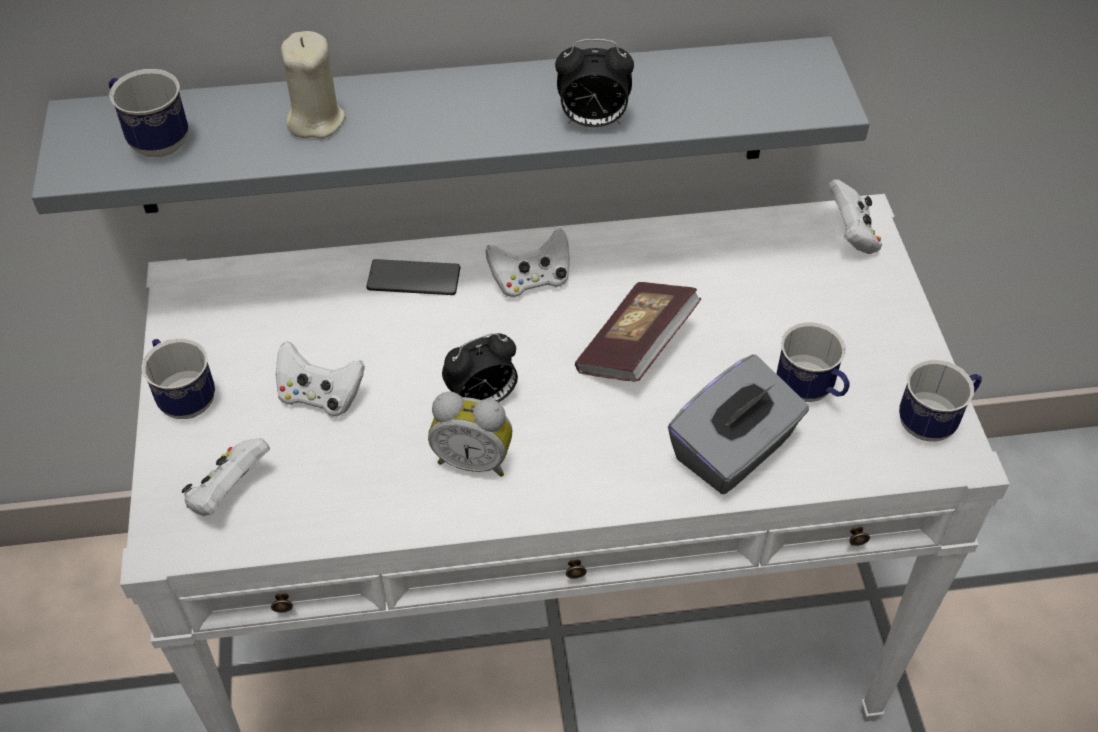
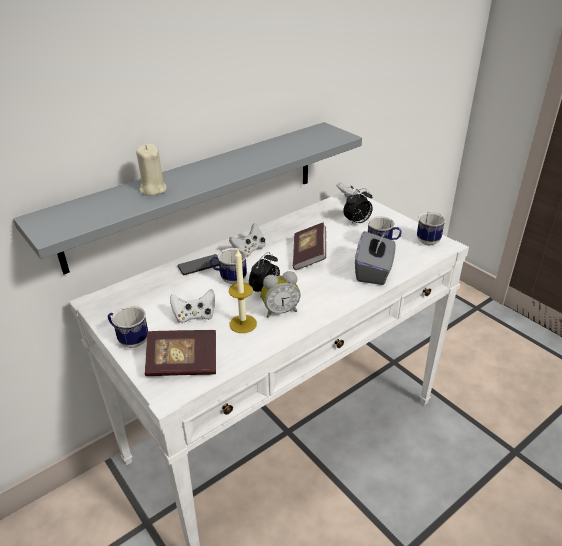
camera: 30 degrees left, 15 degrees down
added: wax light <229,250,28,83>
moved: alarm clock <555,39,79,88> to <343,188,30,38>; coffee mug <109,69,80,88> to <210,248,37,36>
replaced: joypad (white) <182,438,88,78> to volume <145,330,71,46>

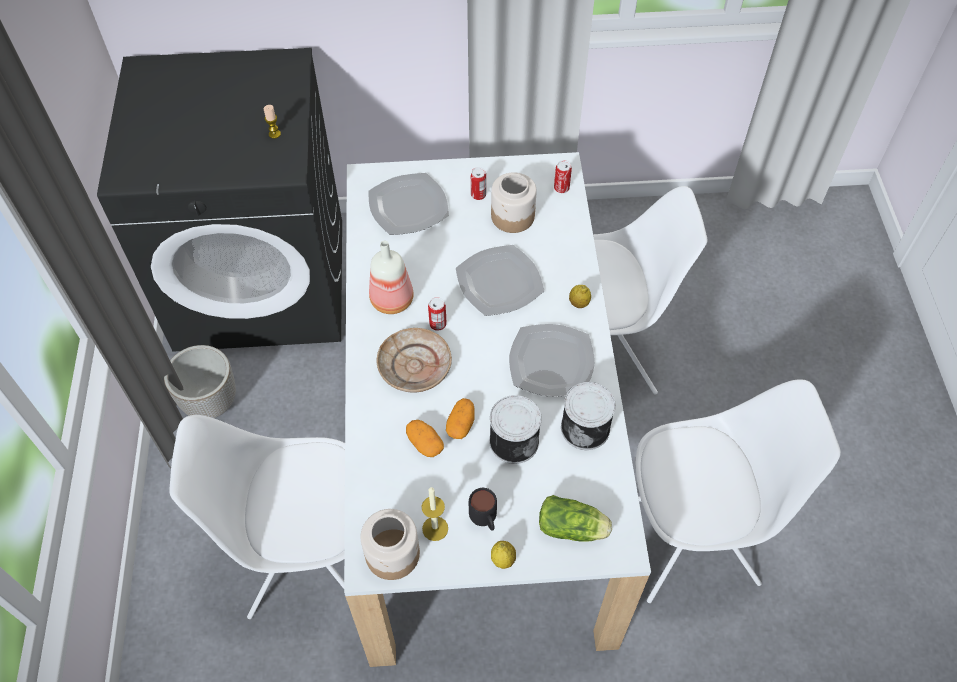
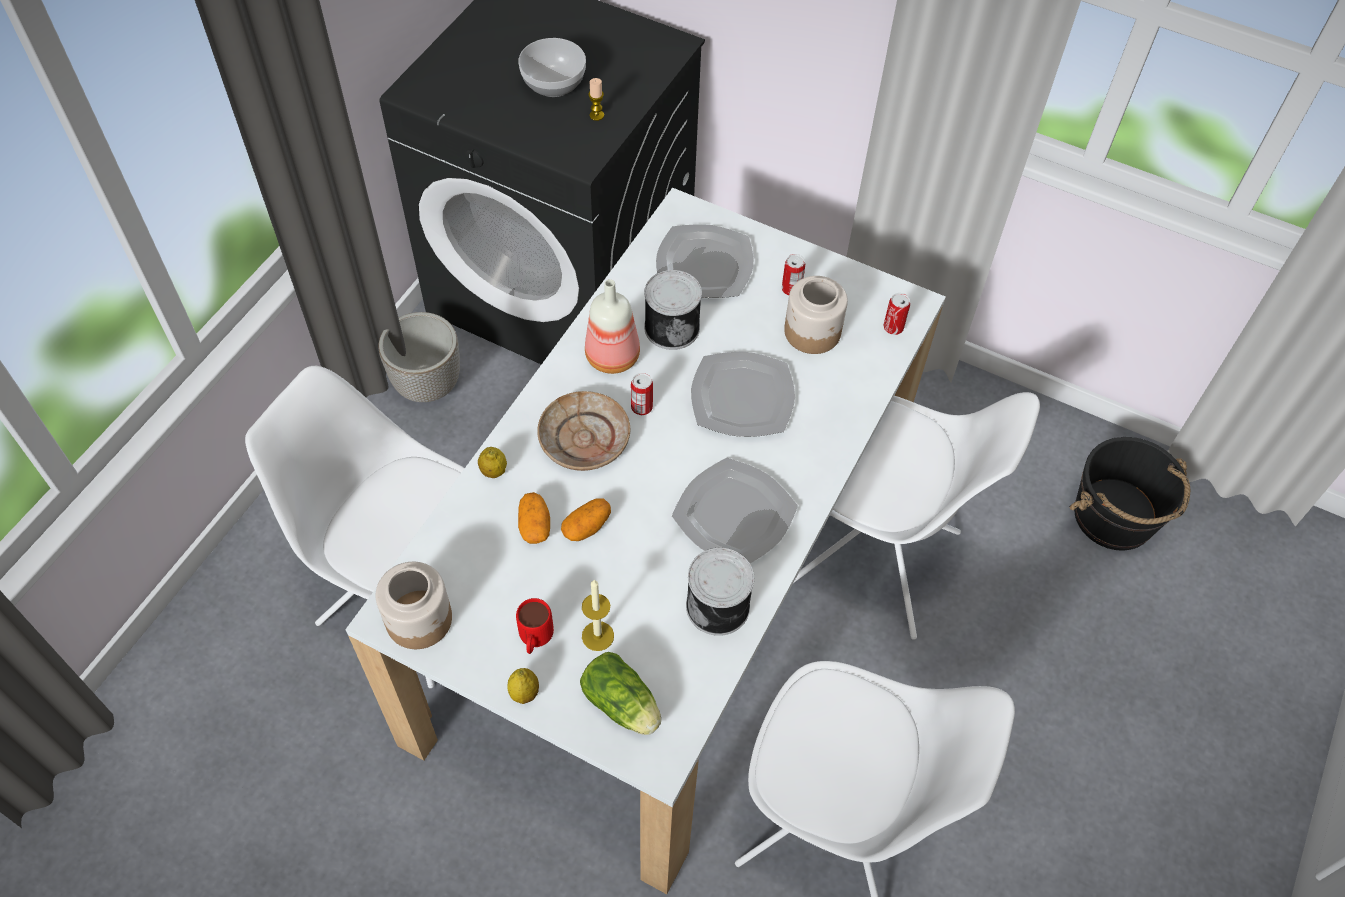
camera: 30 degrees right, 0 degrees up
added: bowl <519,38,67,59>; bucket (black-coloured) <1069,437,121,114>
moved: citrus fruit <569,285,22,23> to <478,447,29,31>; sealed can <489,395,53,69> to <644,270,58,80>; wax light <422,487,26,54> to <582,580,32,71>
recoloured: coffee mug (black-coloured) <469,488,28,43> to coffee mug (red) <516,598,38,56>

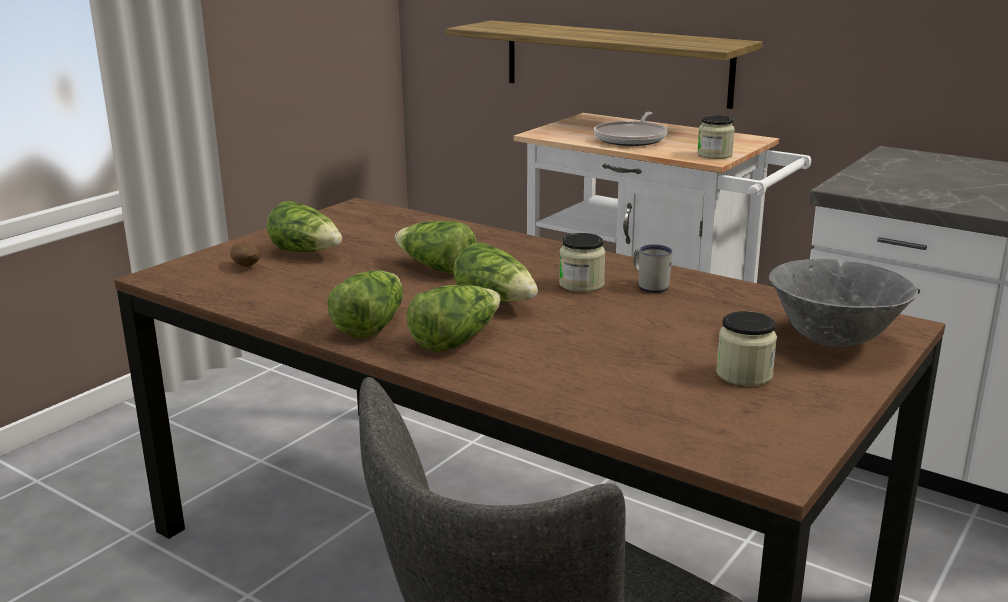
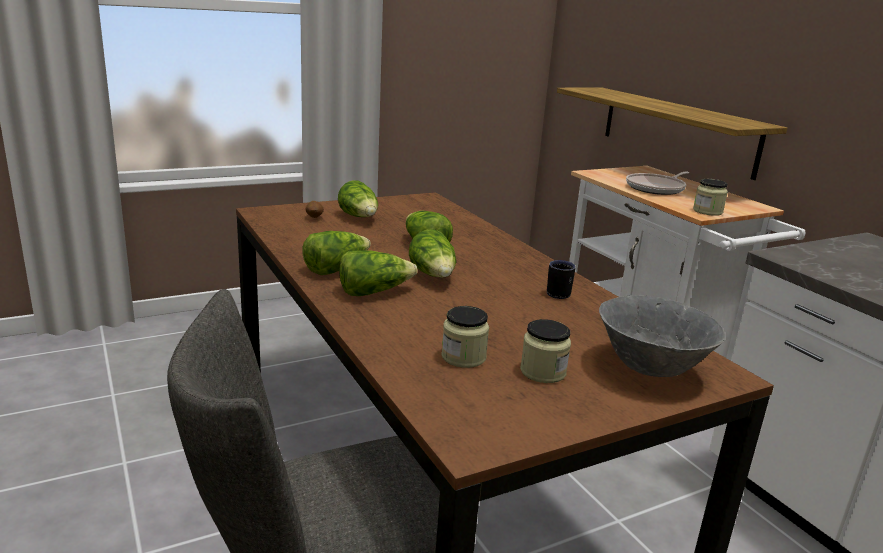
camera: 25 degrees right, 0 degrees up
moved: jar <559,233,46,59> to <441,306,48,62>
recoloured: coffee mug (white) <634,244,38,49> to coffee mug (black-coloured) <547,260,29,39>

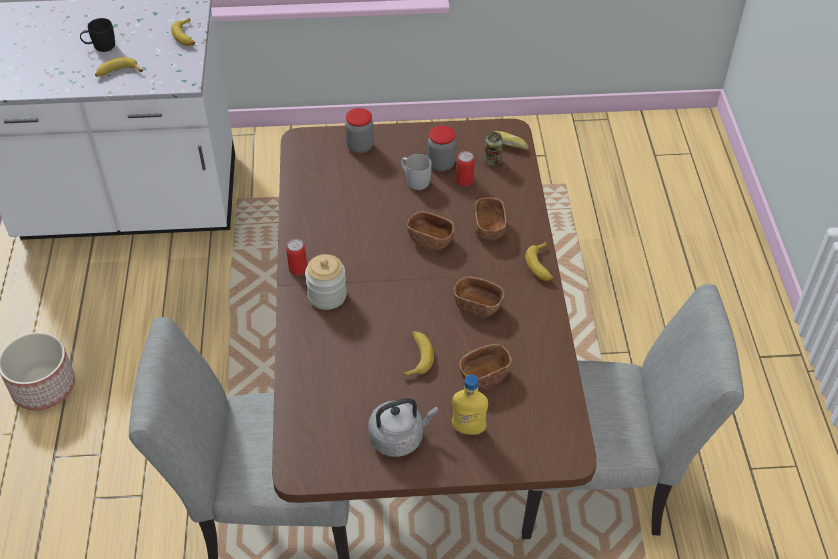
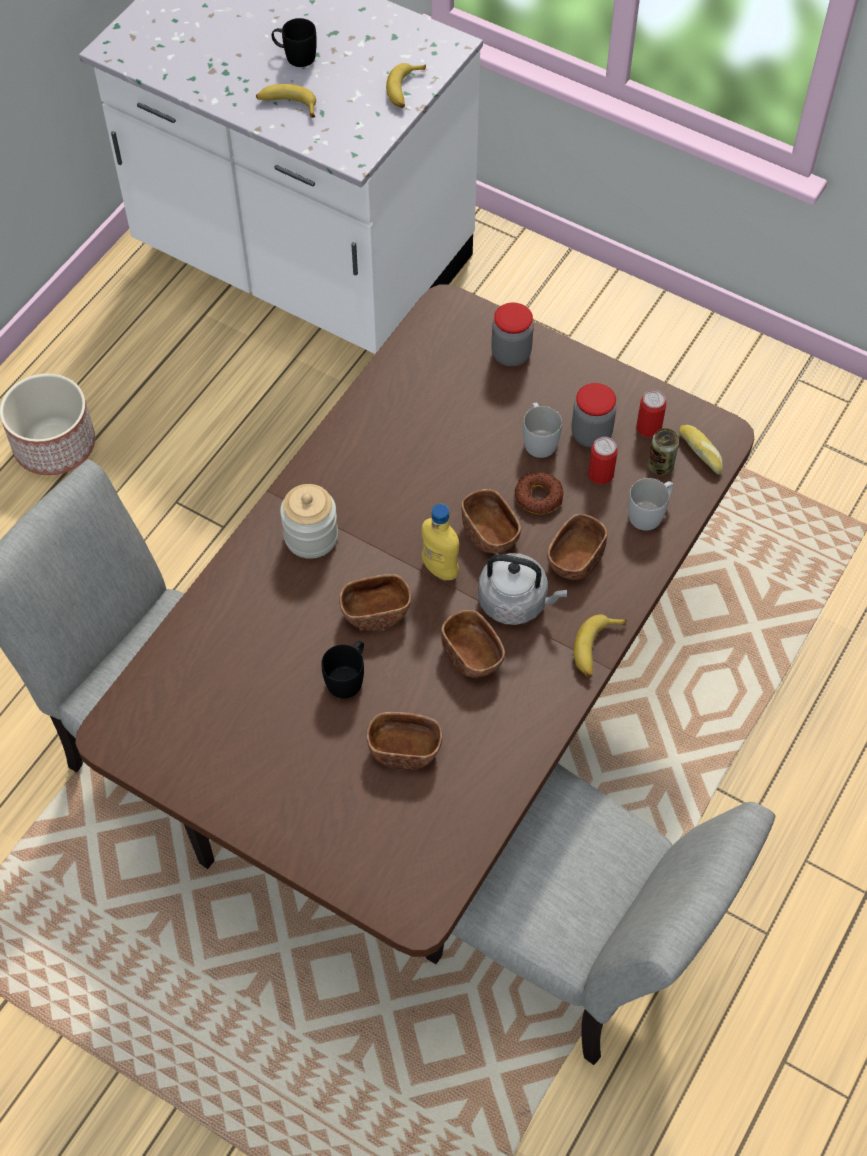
camera: 35 degrees right, 10 degrees up
added: ring doughnut <515,472,48,42>; coffee mug (white) <628,478,46,53>; bowl (brown) <339,574,72,57>
moved: sealed can <286,239,21,36> to <636,390,30,47>; drink bottle (yellow) <452,374,36,61> to <422,504,37,76>; kettle (greyish) <368,398,70,59> to <478,553,89,72>
replaced: banana <404,331,30,46> to coffee mug (black-coloured) <321,641,43,58>

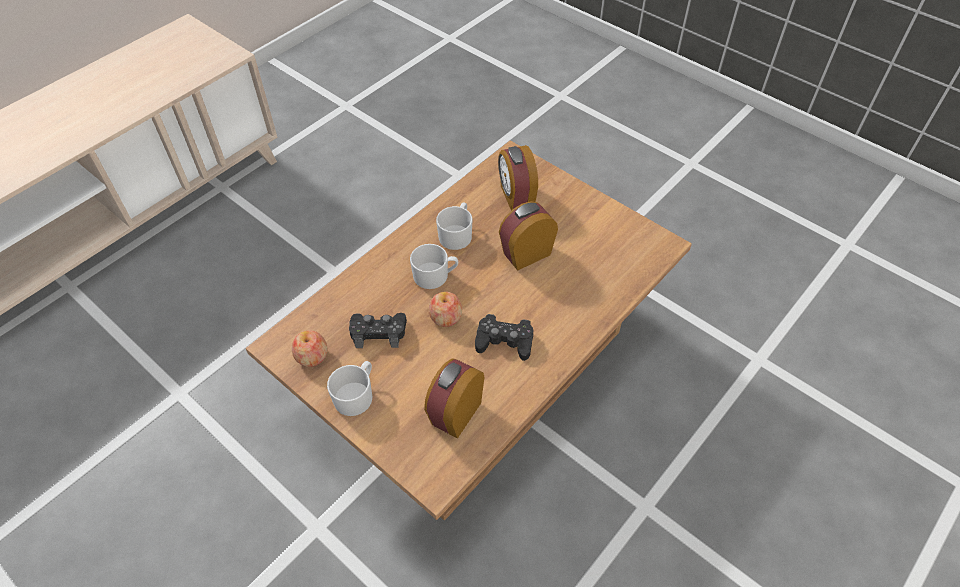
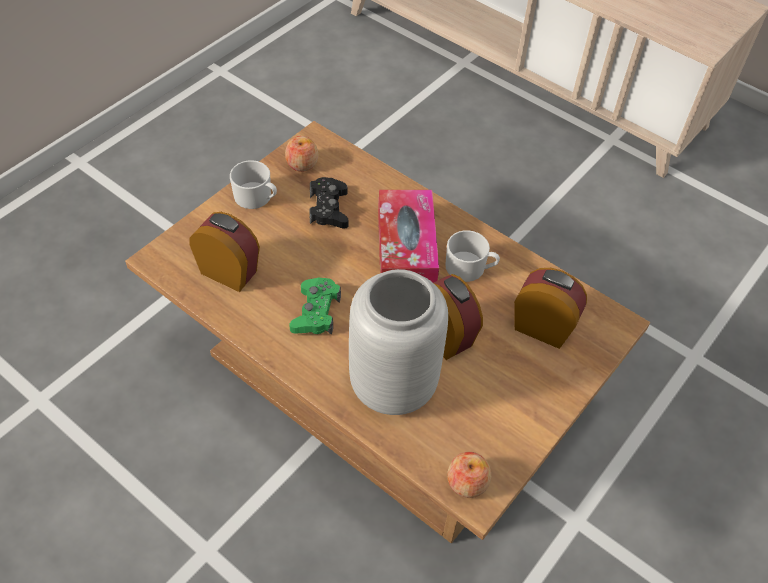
camera: 85 degrees right, 0 degrees up
added: flower vase (greyish) <349,269,99,146>
moved: apple fruit <429,292,33,35> to <447,452,44,46>
replaced: coffee mug (white) <410,244,48,45> to box of tissues <378,190,61,93>
recoloured: joypad (black-coloured) <475,314,58,47> to joypad (greenish) <289,277,52,58>
turned: alarm clock <498,145,40,65> = <514,268,73,81> 45 degrees clockwise

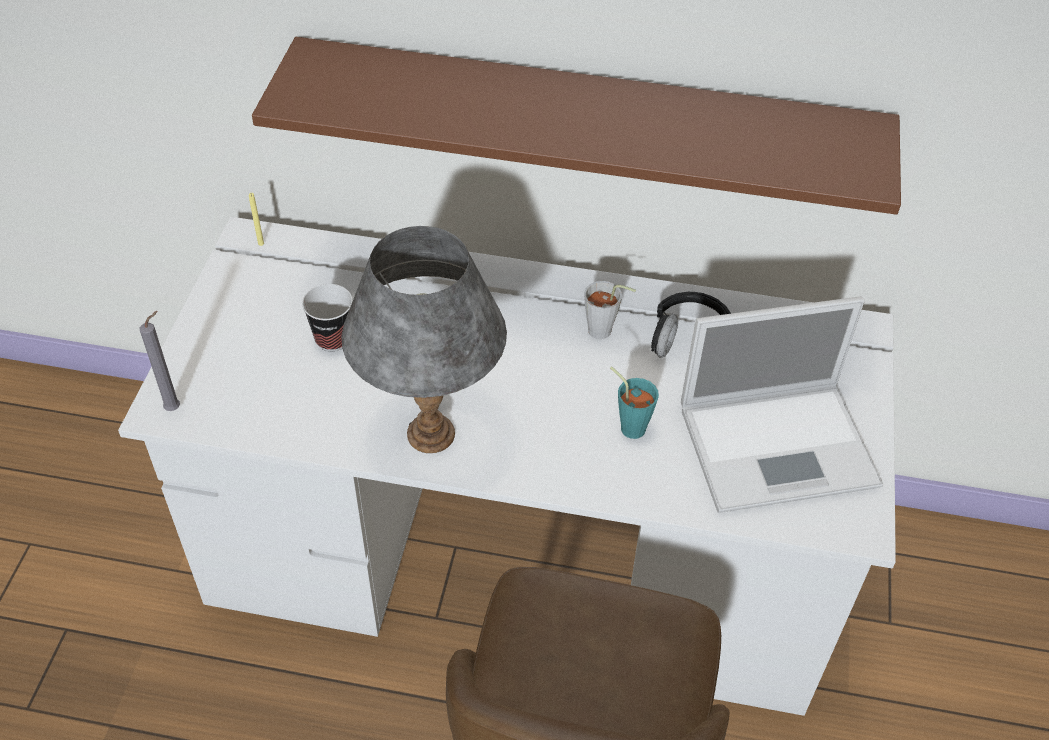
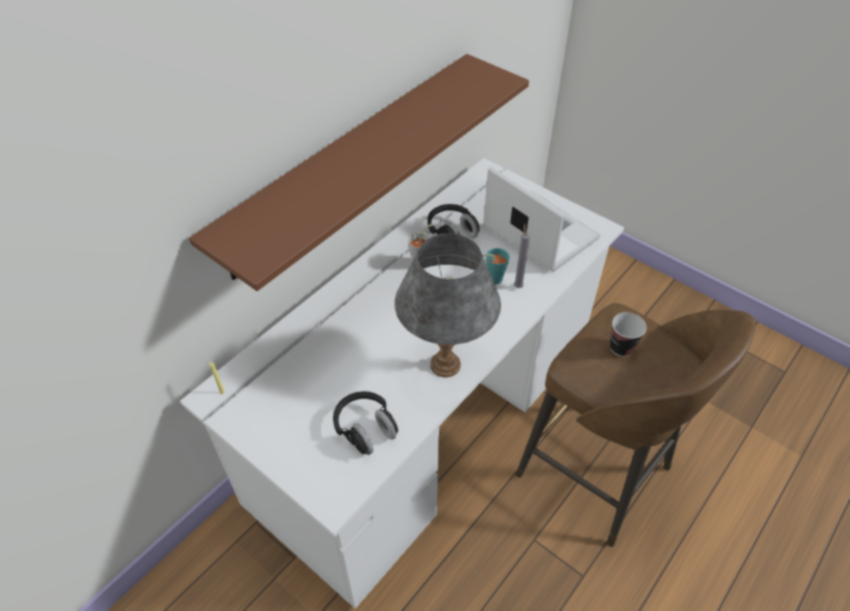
camera: 60 degrees left, 0 degrees up
added: pair of headphones (black-coloured) <333,391,65,64>
moved: small cup <302,284,51,67> to <610,312,36,45>; wax light (greyish) <139,311,41,100> to <514,223,16,65>
turned: laptop <681,296,202,217> = <483,167,117,105> 60 degrees counterclockwise

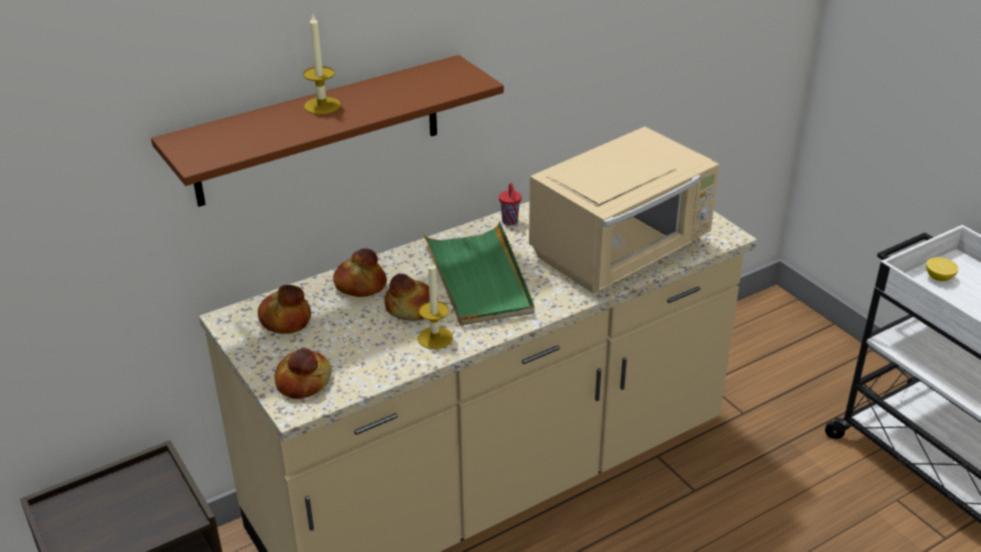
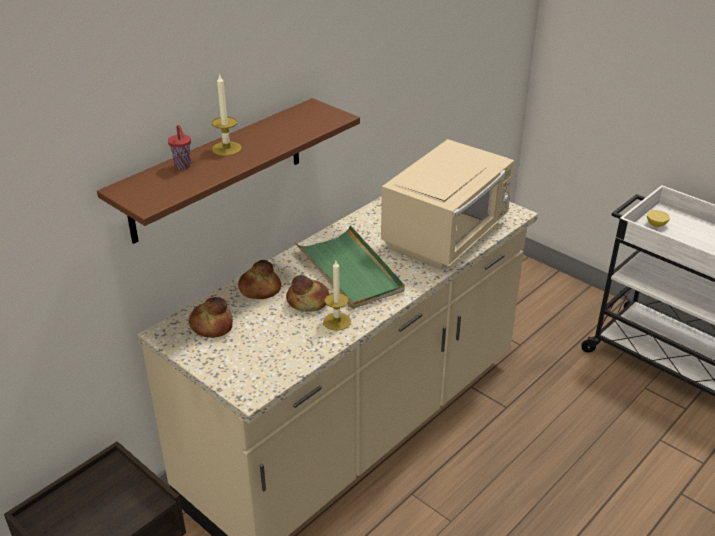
camera: 15 degrees left, 0 degrees up
removed: bread <275,348,56,51>
moved: small cup (red) <499,183,22,43> to <168,125,23,45>

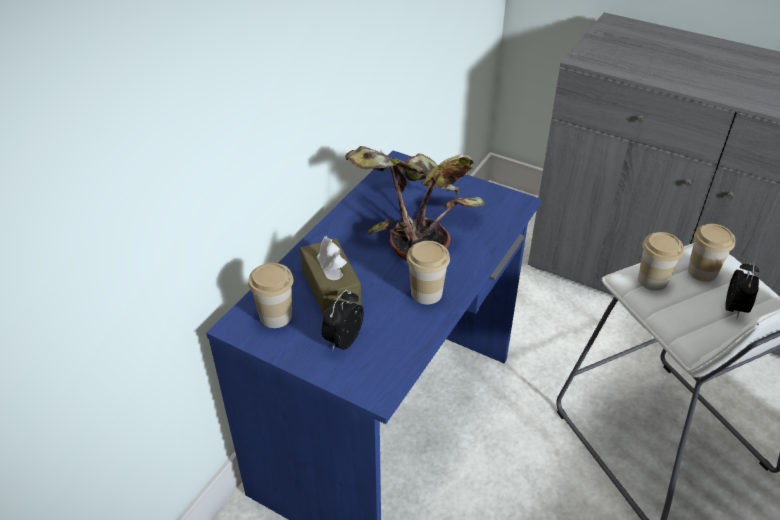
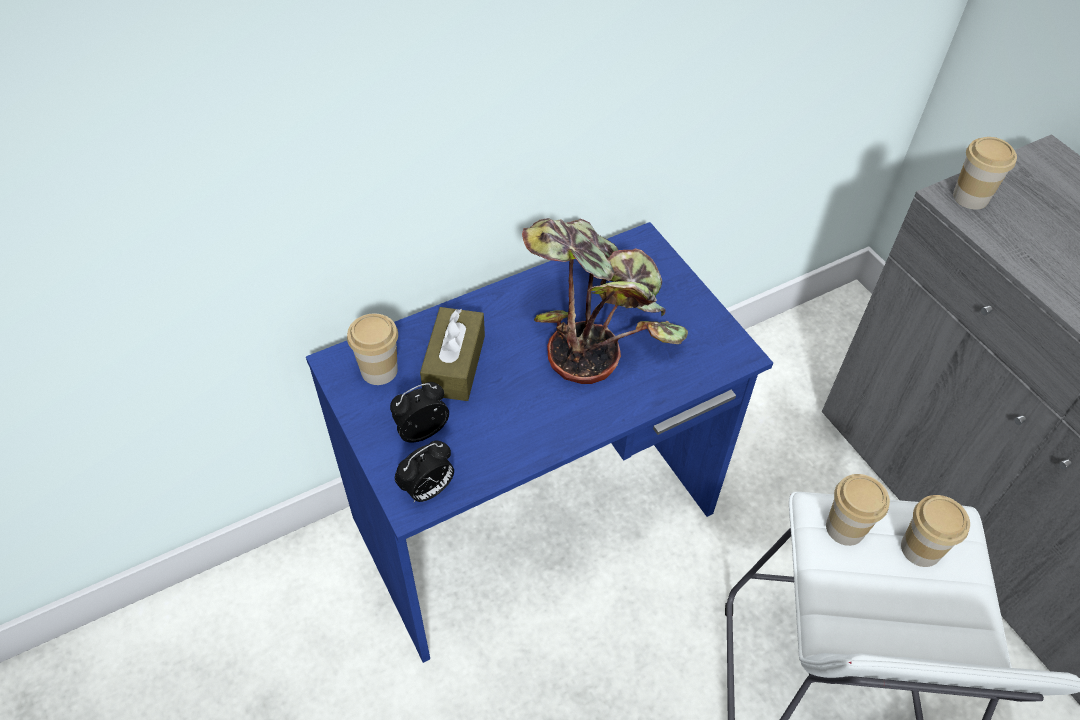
camera: 30 degrees right, 10 degrees up
moved: small cup <407,241,43,63> to <953,137,64,73>; alarm clock <725,262,34,56> to <395,441,59,61>

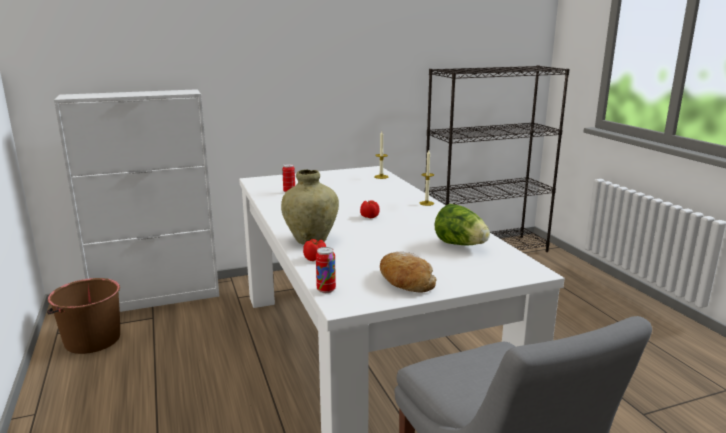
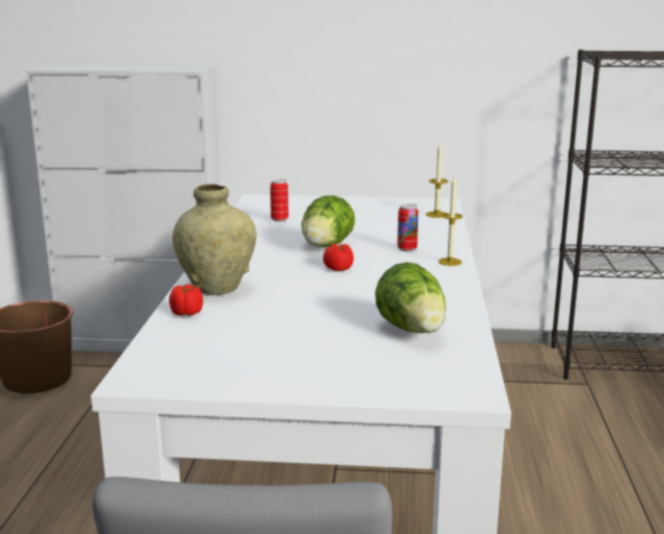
camera: 25 degrees right, 0 degrees up
removed: bread <380,252,56,41>
added: head of lettuce <302,195,53,52>
moved: sealed can <316,247,20,46> to <397,204,21,48>

